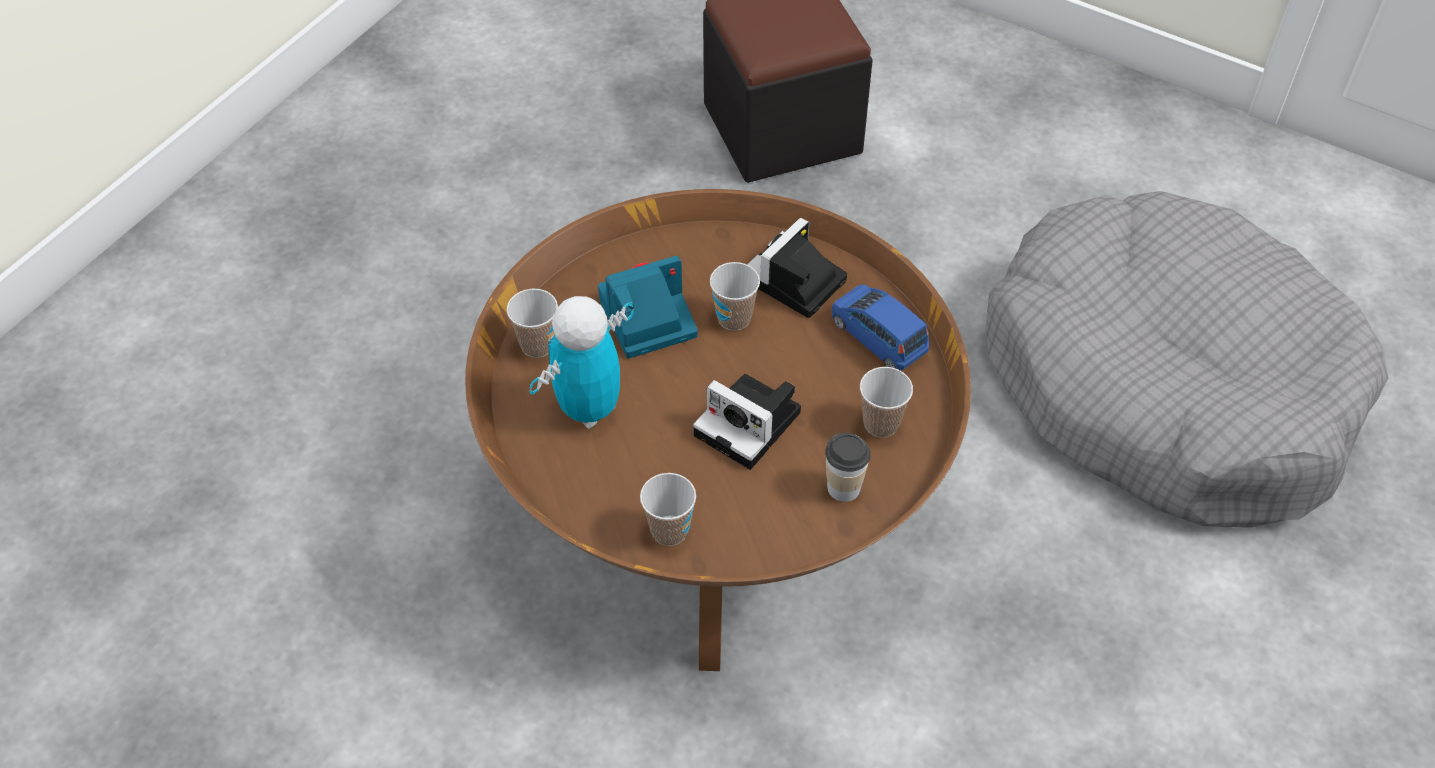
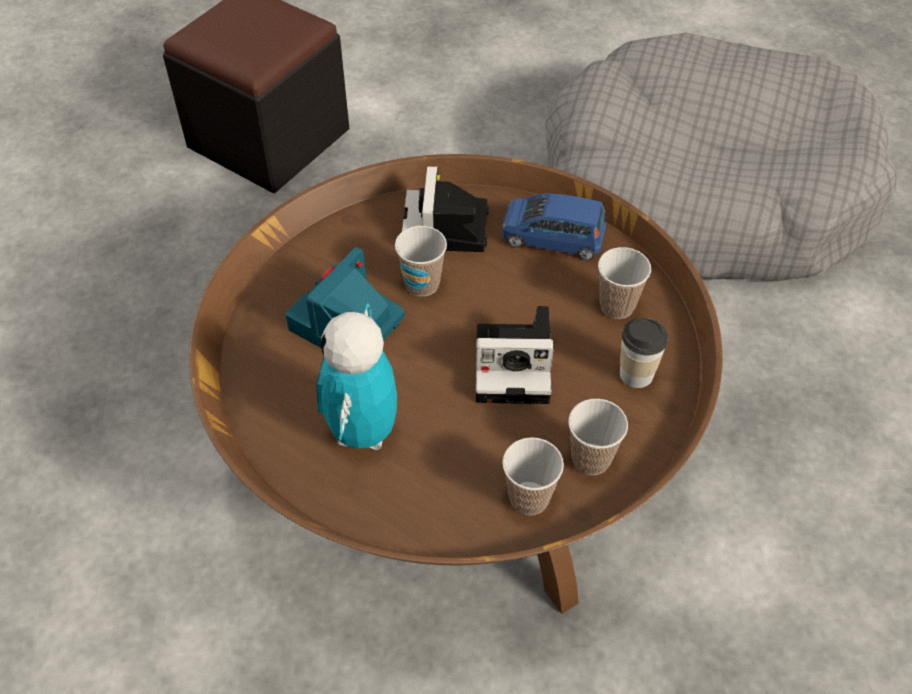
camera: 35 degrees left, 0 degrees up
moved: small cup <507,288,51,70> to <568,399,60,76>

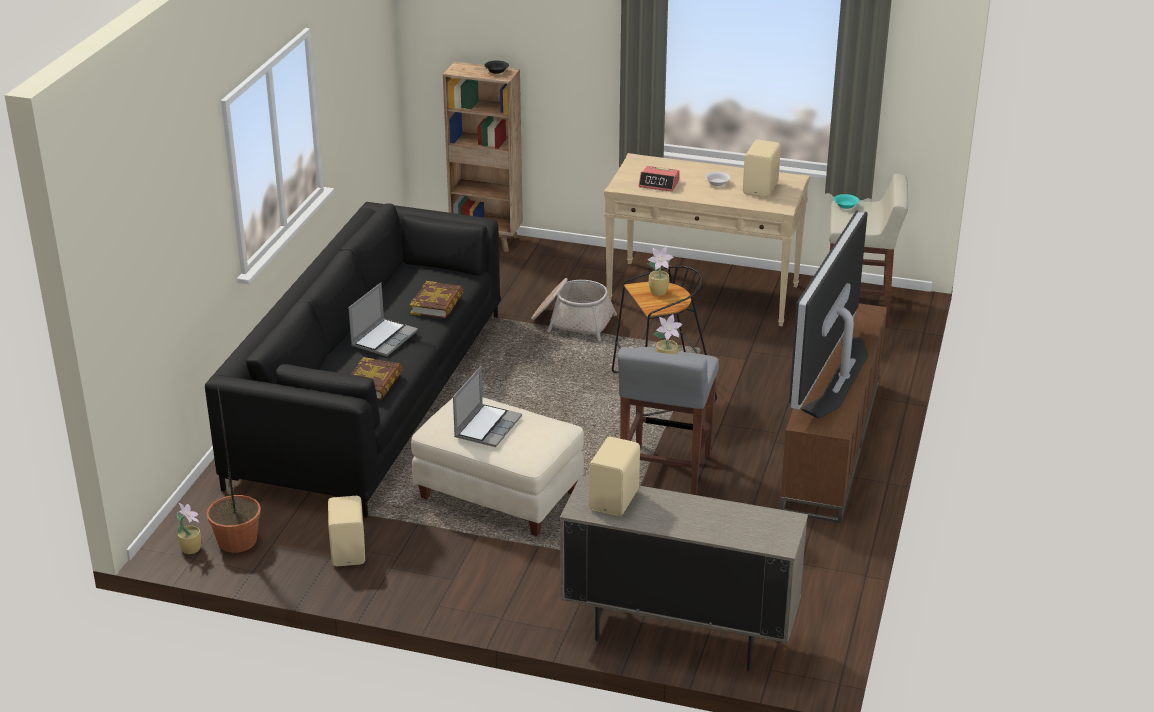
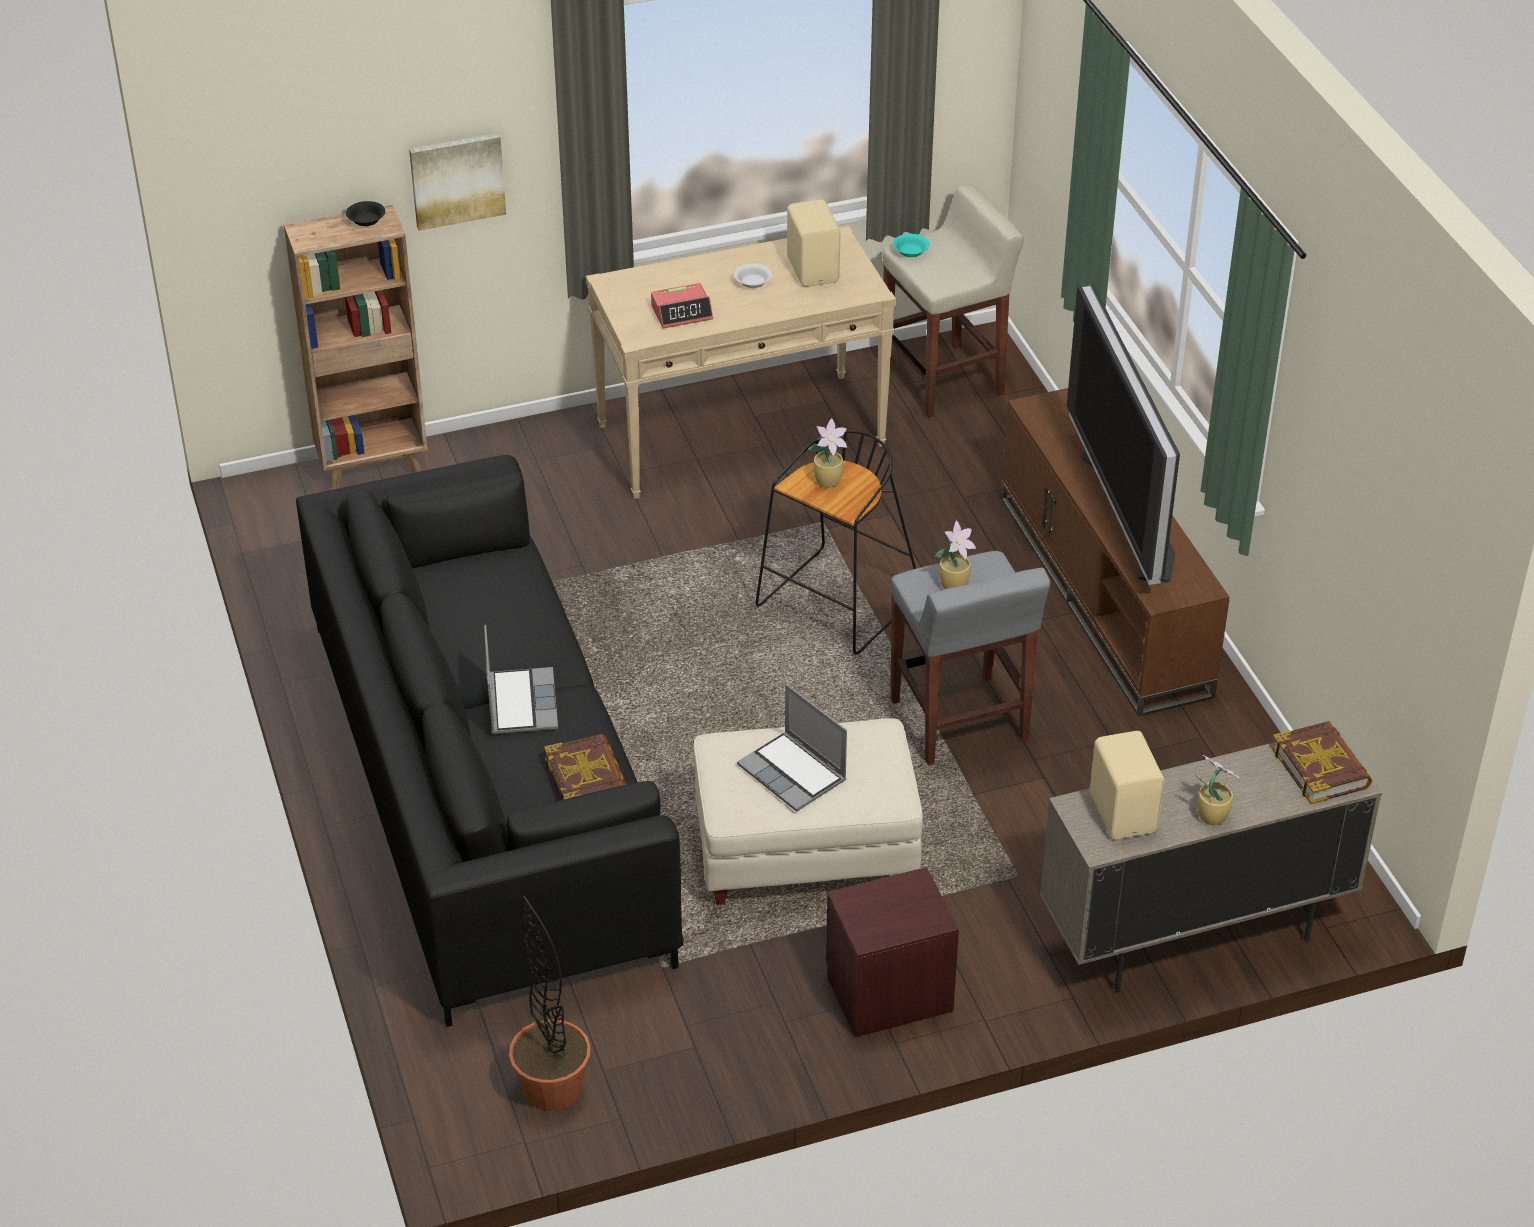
camera: 35 degrees left, 10 degrees up
removed: household basket <531,278,86,63>; loudspeaker (beige) <328,496,37,70>
added: picture <409,133,97,98>; bedside table (brown) <826,867,133,170>
moved: volume <410,281,54,38> to <1271,721,101,83>; plant in a pot <177,503,24,51> to <1195,755,44,70>
turned: laptop <453,366,69,81> = <737,684,110,128> 150 degrees clockwise

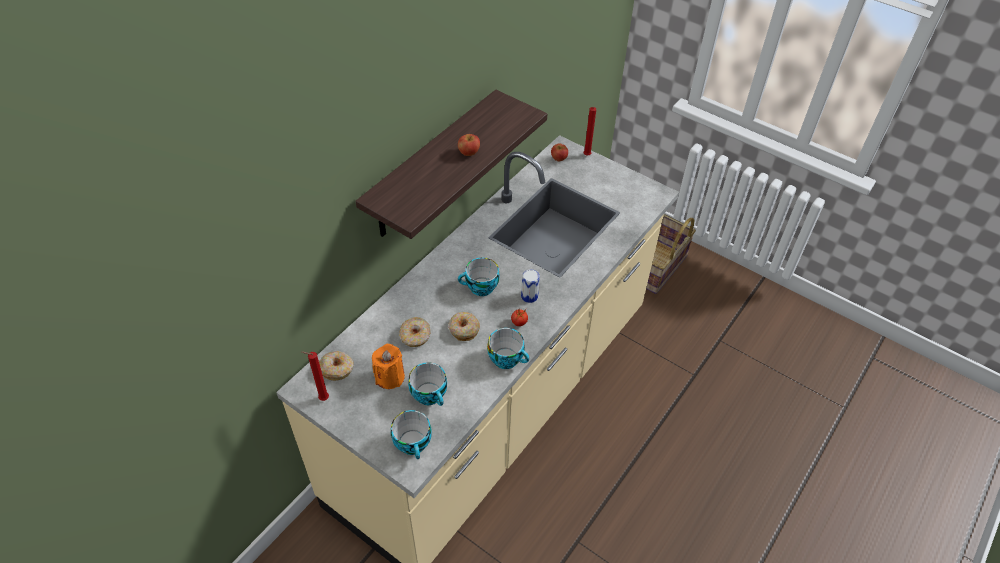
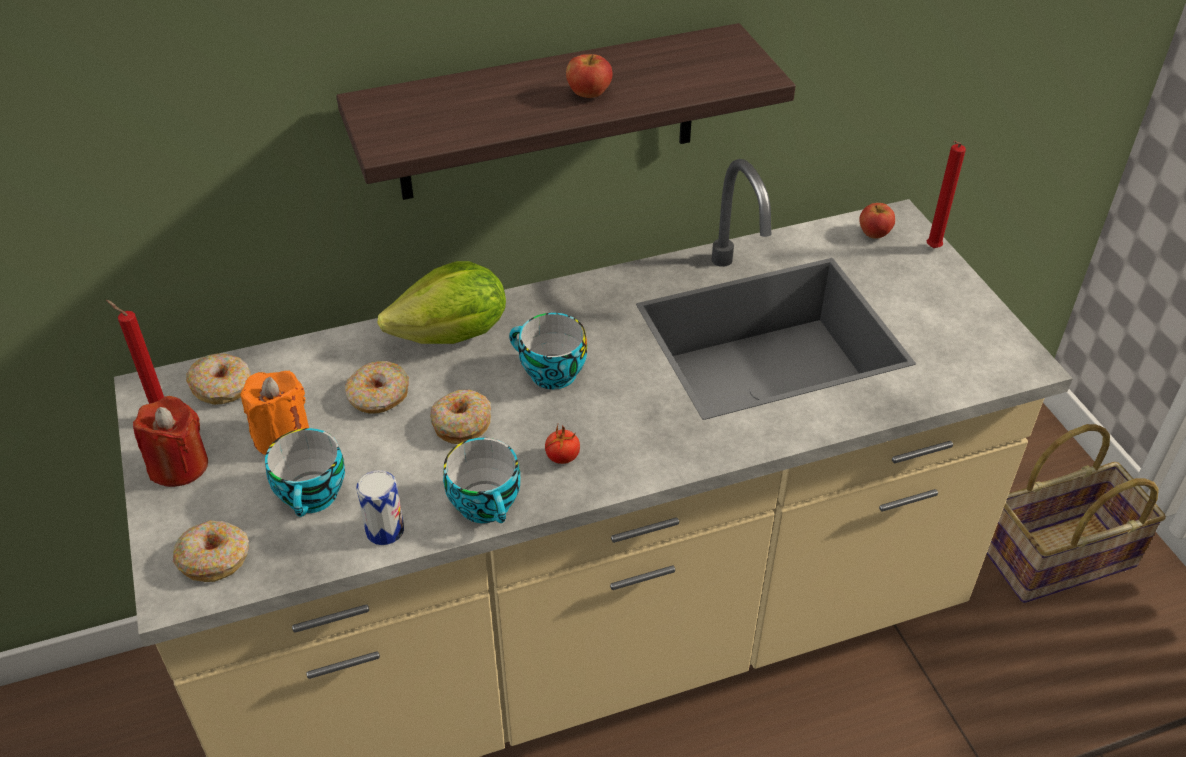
camera: 35 degrees right, 5 degrees down
added: head of lettuce <378,261,128,83>; wax light (red) <133,396,75,91>
moved: sealed can <521,269,19,34> to <357,470,47,75>
replaced: small cup <391,410,41,49> to ring doughnut <173,520,76,62>

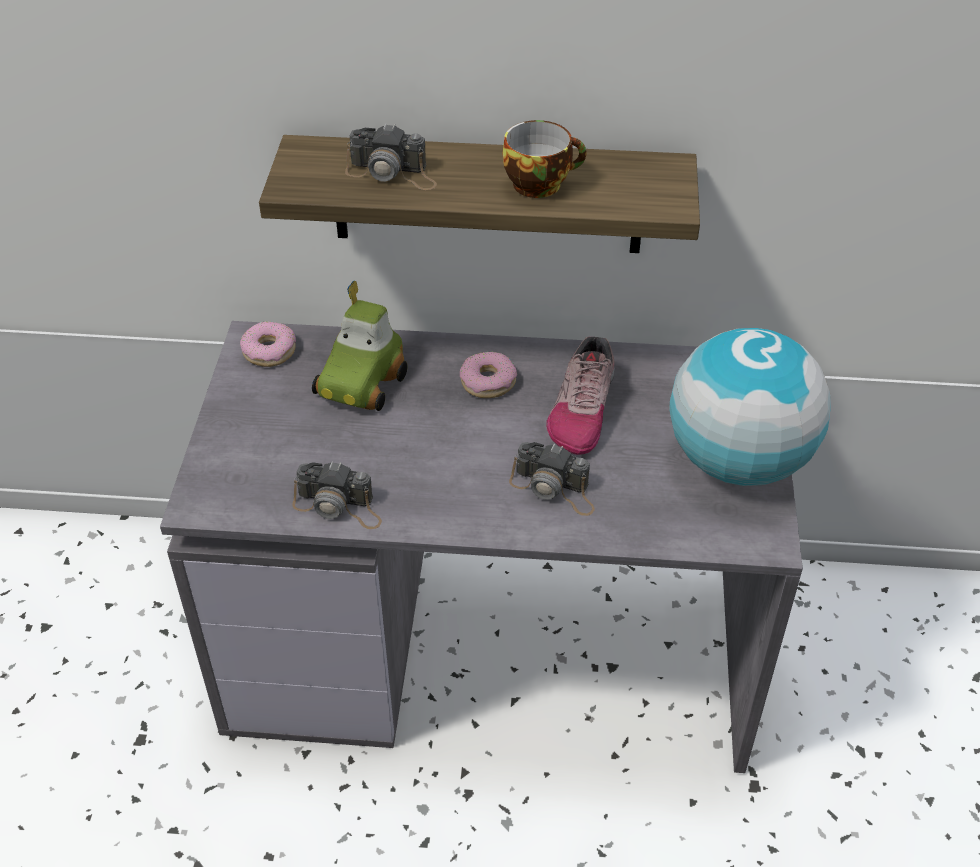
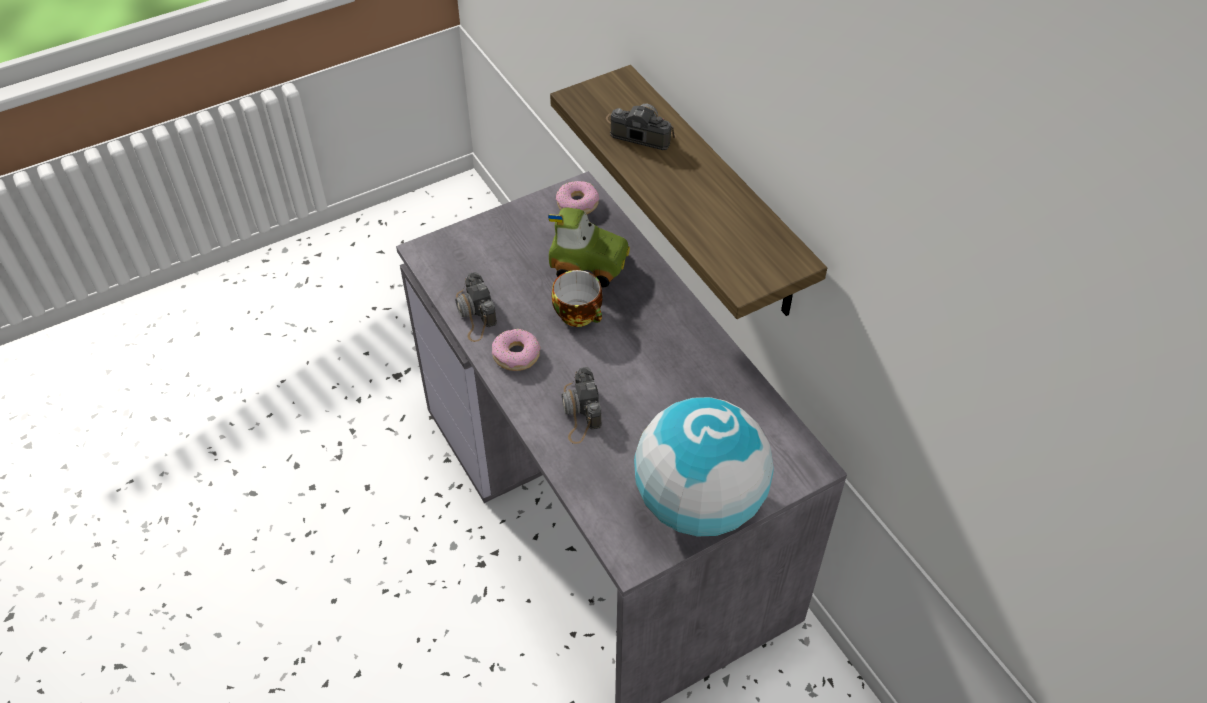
camera: 55 degrees right, 5 degrees up
removed: item of footwear <546,337,69,118>
moved: small cup <503,120,84,78> to <552,270,51,57>; ring doughnut <460,352,57,46> to <492,329,48,42>
turned: still camera <345,123,92,67> = <606,104,70,46> 135 degrees clockwise; miniature car <312,280,95,131> = <548,207,82,80> 150 degrees counterclockwise

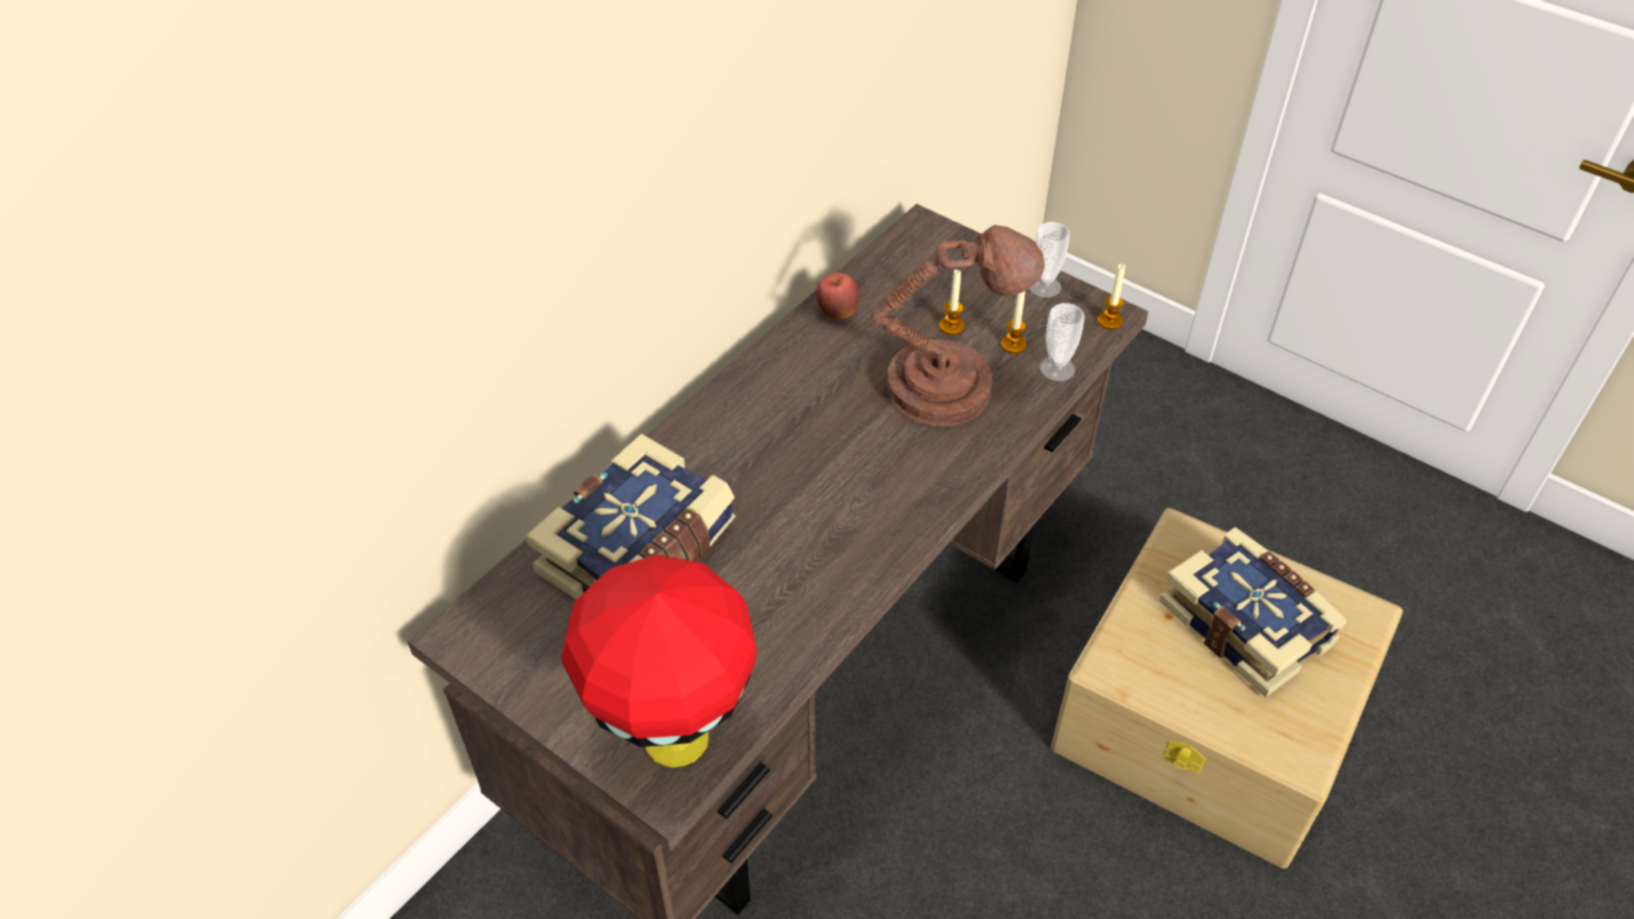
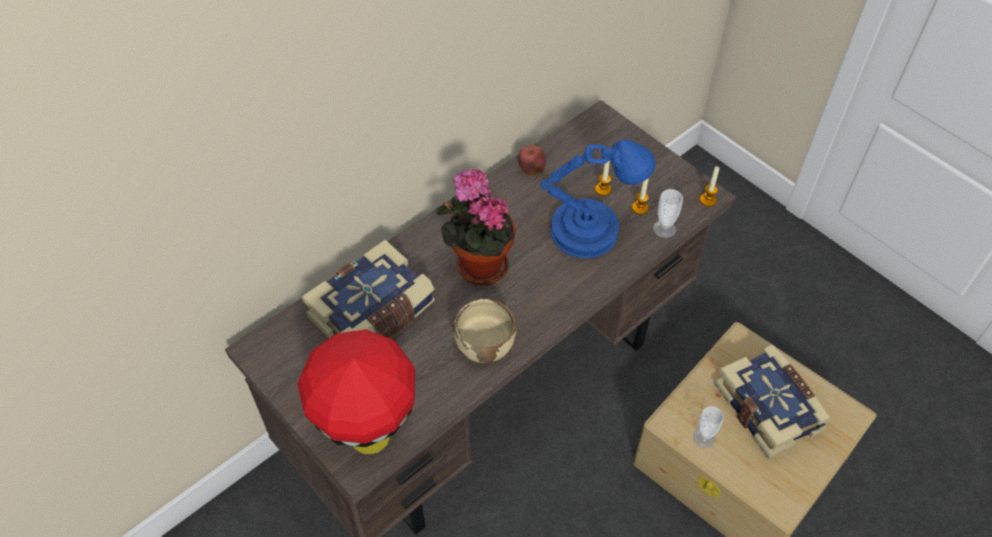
camera: 10 degrees right, 5 degrees up
added: plant in a pot <436,169,80,116>; bowl (beige) <453,299,63,64>
moved: small cup <1029,222,41,76> to <693,406,31,42>
recoloured: tabletop lamp (brown) <871,225,174,201> to tabletop lamp (blue-coloured) <541,139,115,119>

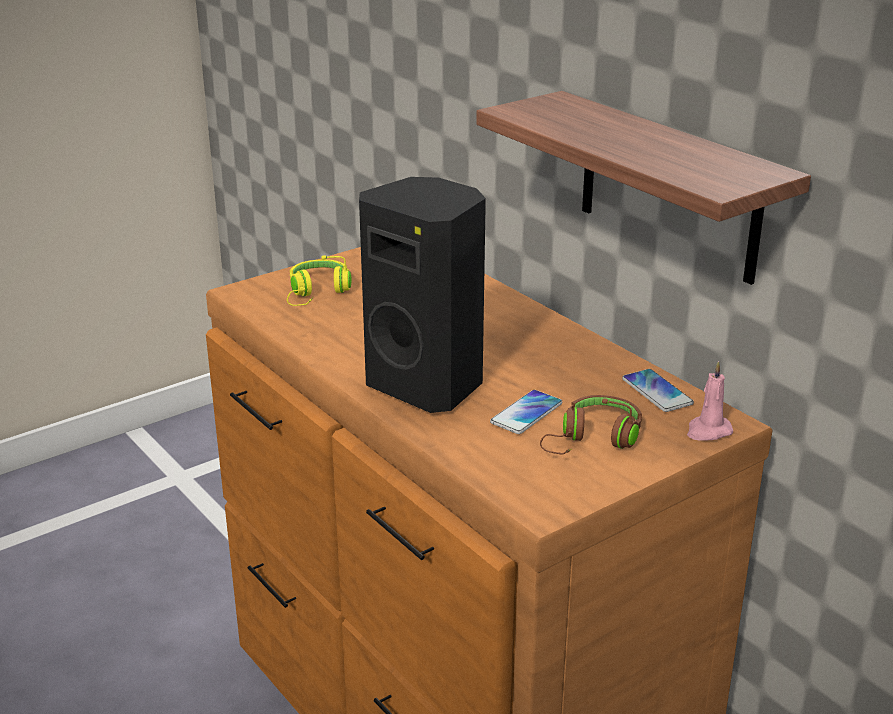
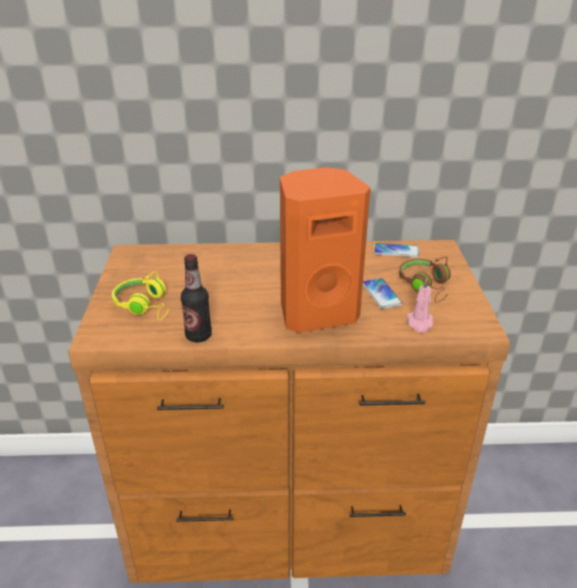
camera: 55 degrees left, 5 degrees up
removed: shelf <476,91,335,194>
added: drink bottle <181,254,31,89>
moved: wax light (pink-coloured) <687,361,46,80> to <406,278,27,55>
recoloured: loudspeaker (black-coloured) <359,177,127,236> to loudspeaker (orange-coloured) <280,167,91,166>

